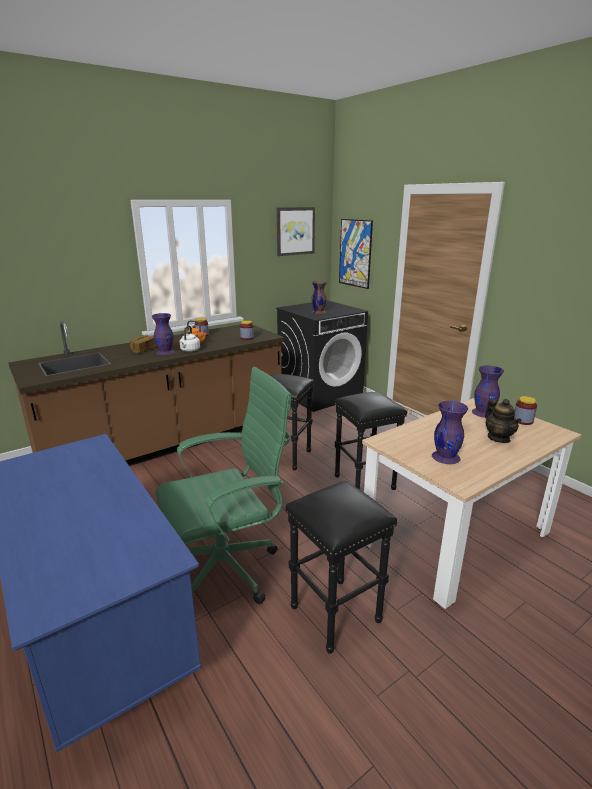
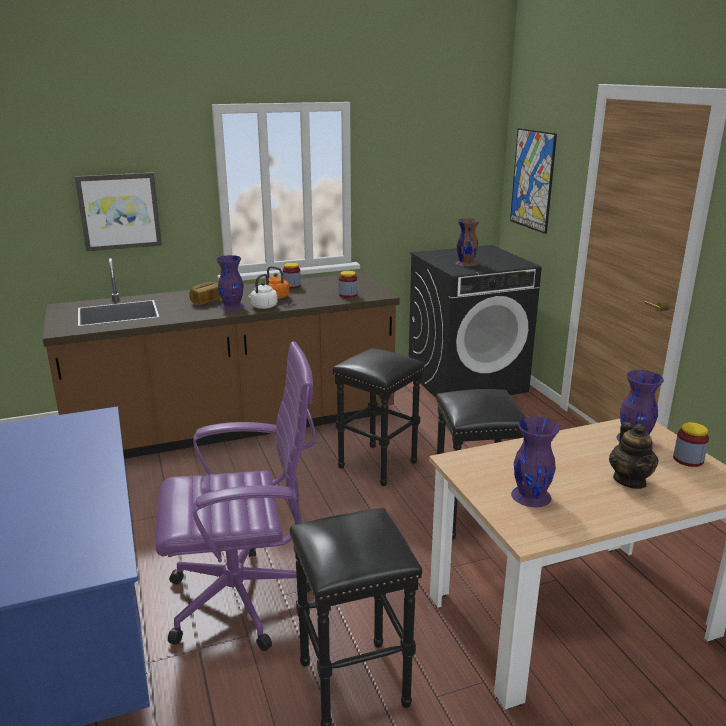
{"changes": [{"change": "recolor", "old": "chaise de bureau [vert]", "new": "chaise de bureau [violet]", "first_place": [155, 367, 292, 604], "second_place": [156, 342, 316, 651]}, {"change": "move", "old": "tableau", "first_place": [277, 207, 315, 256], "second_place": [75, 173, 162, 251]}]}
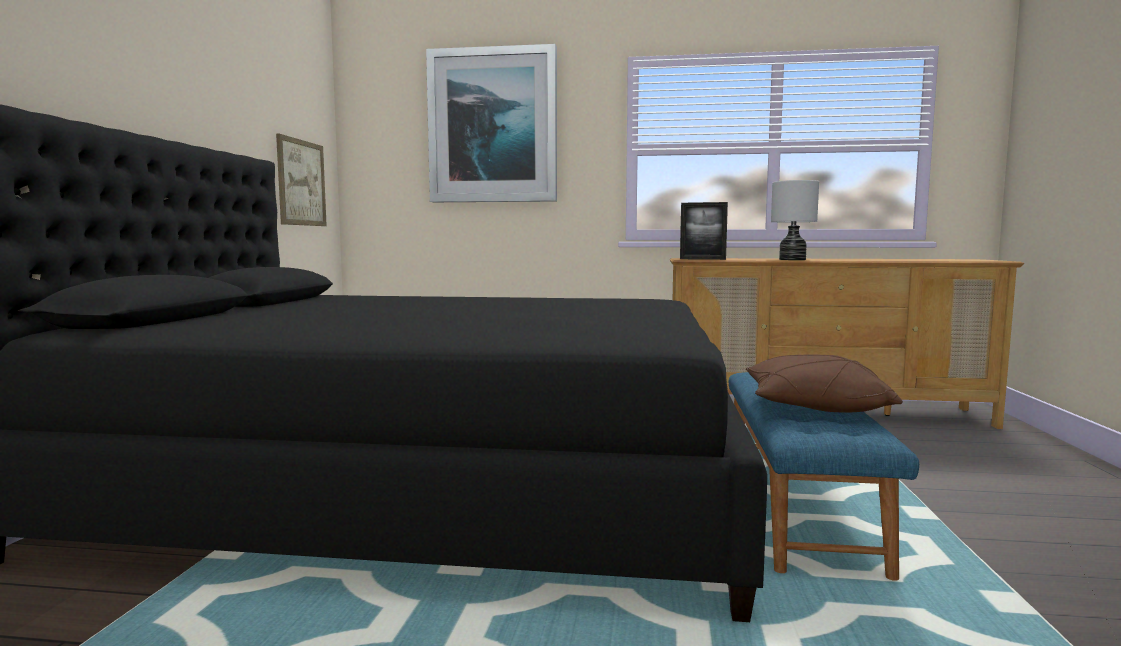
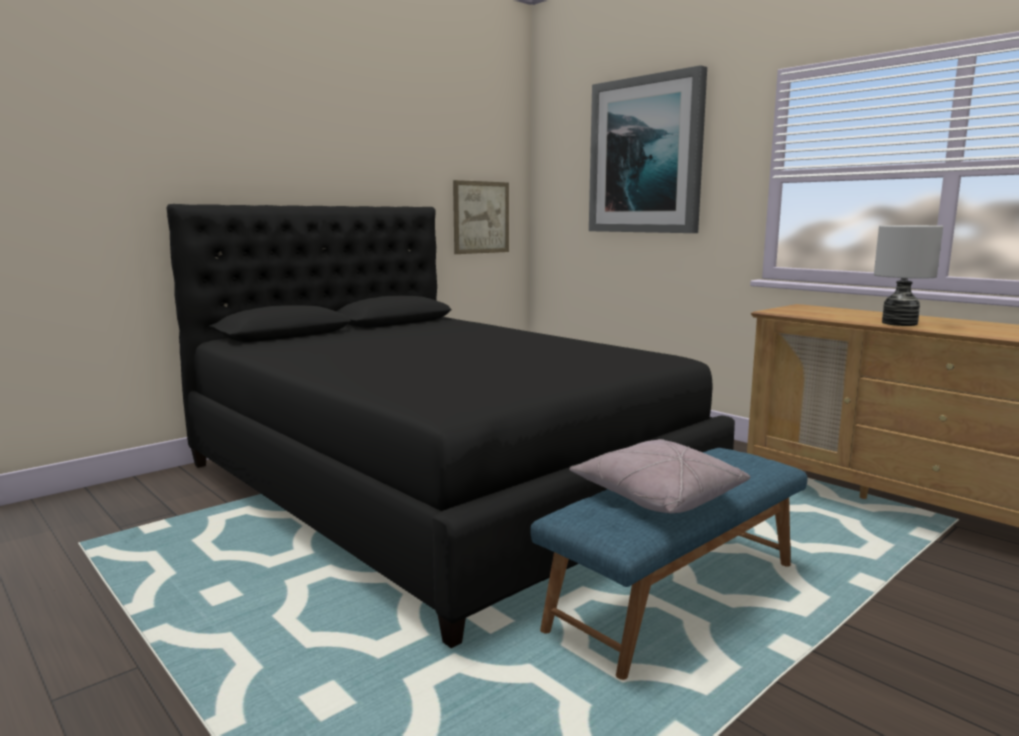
{"changes": [{"change": "delete", "old": "cadre photo", "first_place": [680, 202, 728, 260]}, {"change": "recolor", "old": "coussin [marron]", "new": "coussin [violet]", "first_place": [746, 355, 903, 412], "second_place": [569, 439, 750, 513]}]}
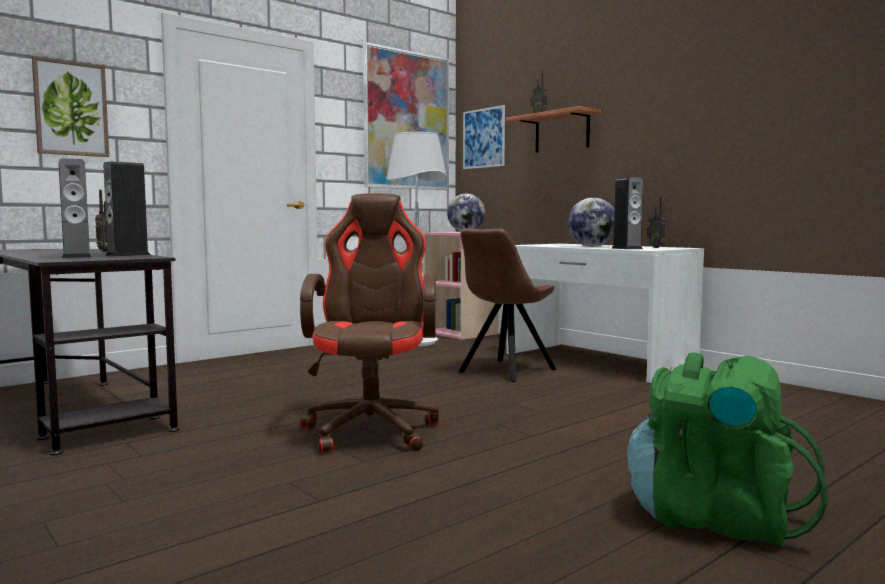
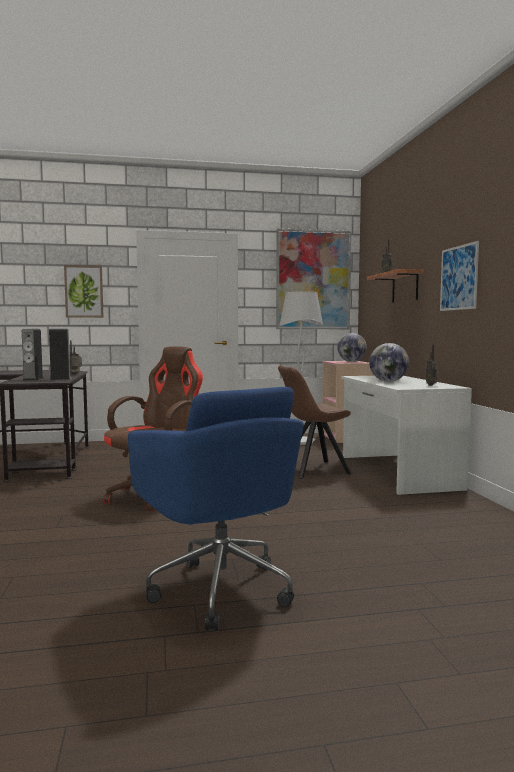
{"changes": [{"change": "move", "old": "tableau", "first_place": [463, 105, 505, 169], "second_place": [440, 241, 479, 311]}, {"change": "delete", "old": "enceinte", "first_place": [612, 178, 643, 249]}, {"change": "replace", "old": "sac à dos [vert]", "new": "chaise de bureau [bleu]", "first_place": [627, 352, 827, 546], "second_place": [128, 387, 304, 631]}]}
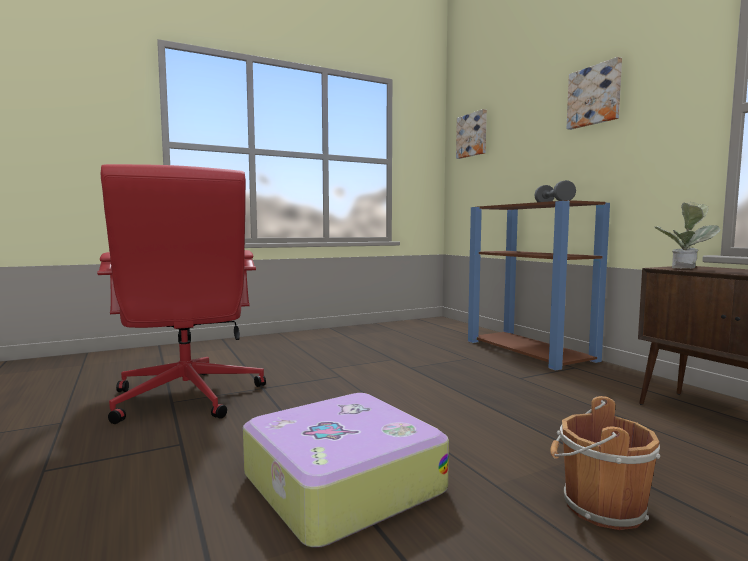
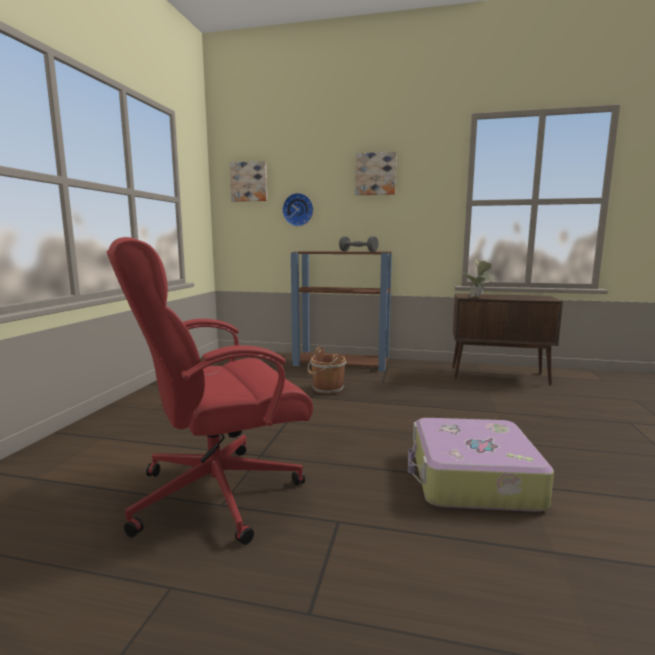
{"changes": [{"change": "rotate", "old": "chaise de bureau [rouge]", "first_place": [97, 164, 266, 424], "second_place": [107, 237, 313, 545], "degrees": 135}, {"change": "move", "old": "seau [marron]", "first_place": [550, 396, 660, 530], "second_place": [308, 347, 347, 395]}, {"change": "insert", "new": "horloge murale", "second_place": [282, 193, 314, 226]}]}
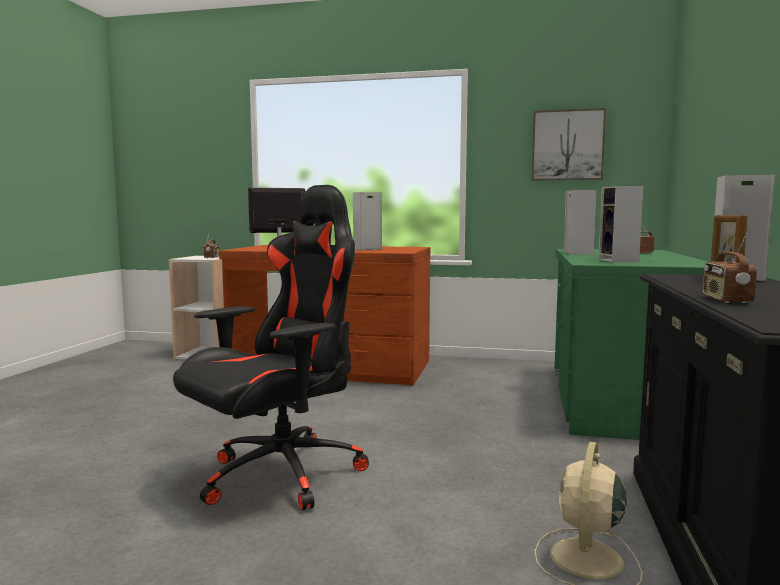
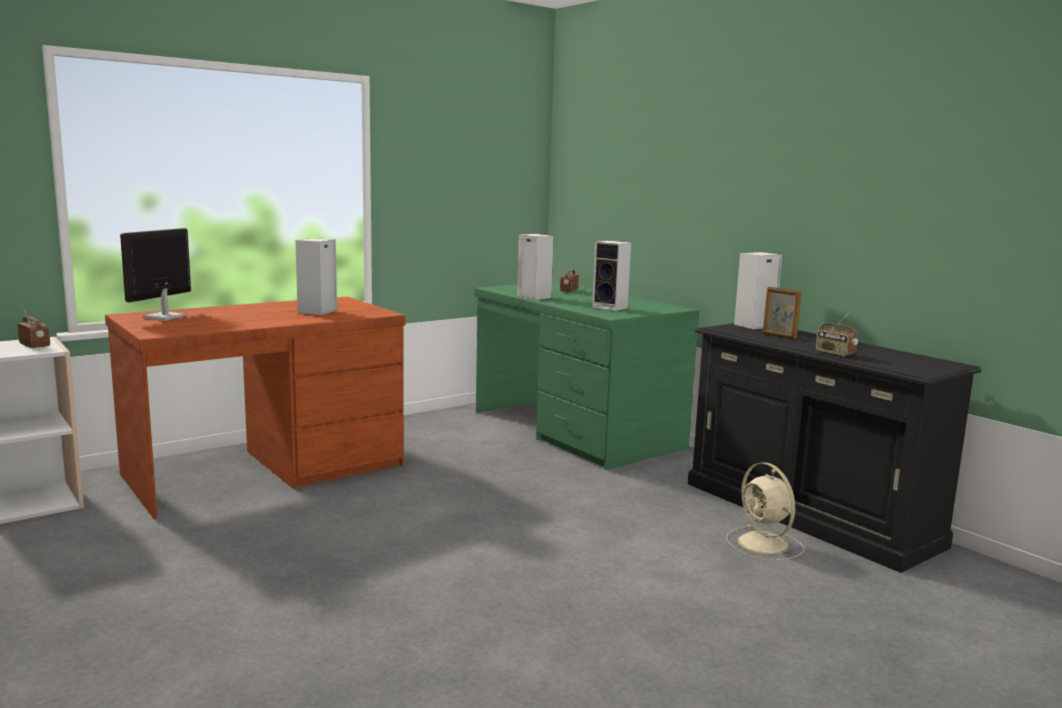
{"changes": [{"change": "delete", "old": "chaise de bureau [noir]", "first_place": [173, 185, 369, 511]}, {"change": "delete", "old": "tableau", "first_place": [532, 108, 606, 180]}]}
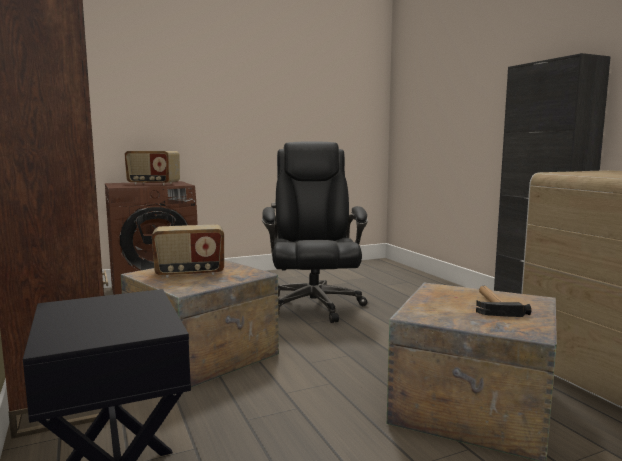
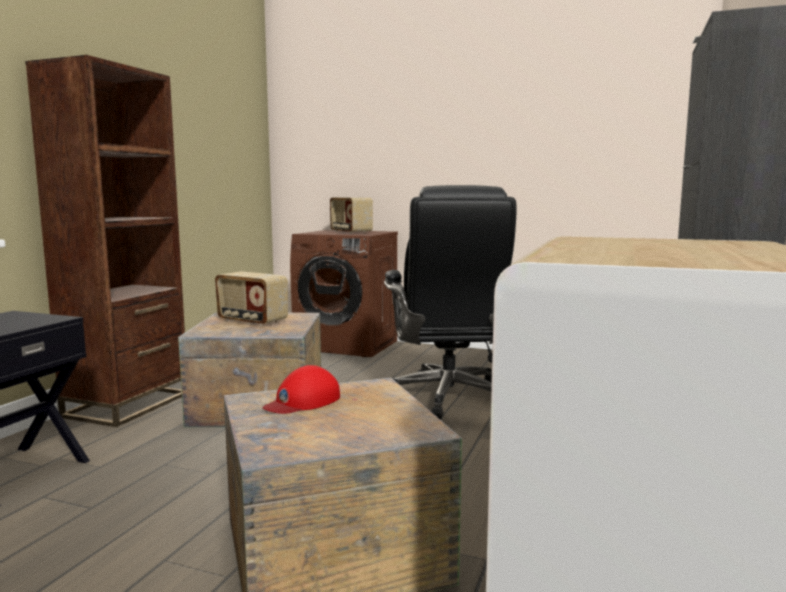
{"changes": [{"change": "rotate", "old": "chaise de bureau [noir]", "first_place": [262, 141, 368, 323], "second_place": [384, 185, 517, 420], "degrees": 135}, {"change": "delete", "old": "marteau", "first_place": [476, 286, 531, 317]}, {"change": "insert", "new": "casquette [rouge]", "second_place": [262, 365, 340, 414]}]}
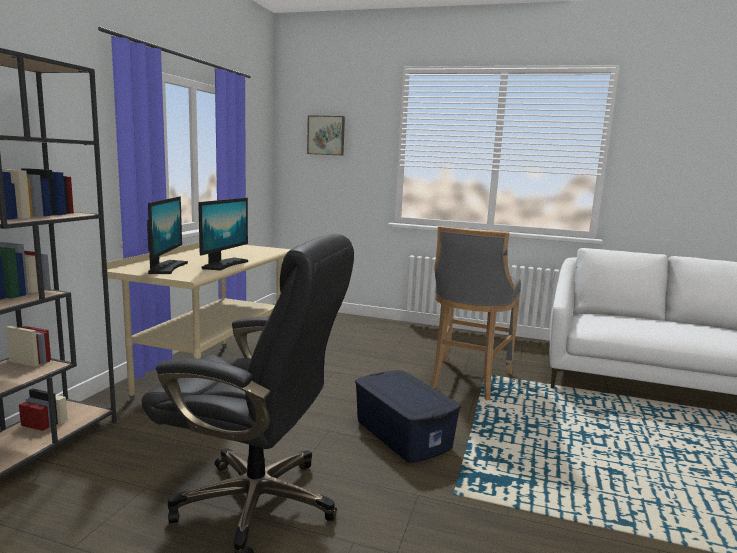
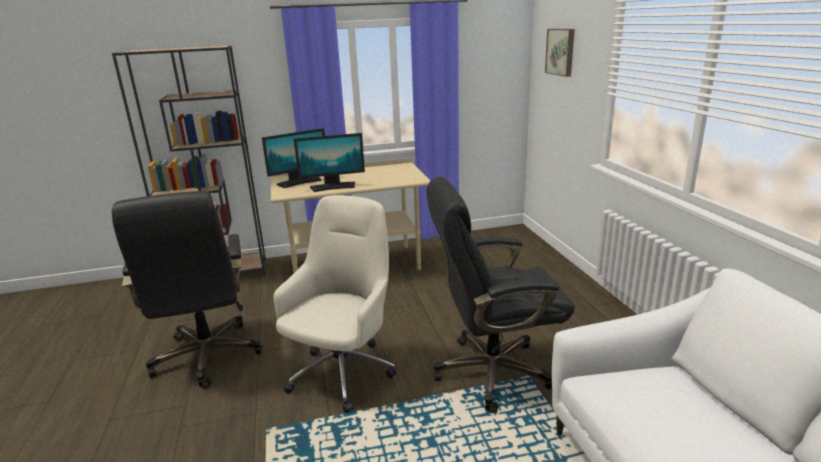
{"changes": [{"change": "replace", "old": "boîte de rangement [bleu]", "new": "chaise de bureau [beige]", "first_place": [355, 370, 461, 463], "second_place": [274, 195, 396, 413]}, {"change": "replace", "old": "tabouret [gris]", "new": "chaise de bureau [noir]", "first_place": [430, 226, 521, 400], "second_place": [427, 177, 575, 413]}]}
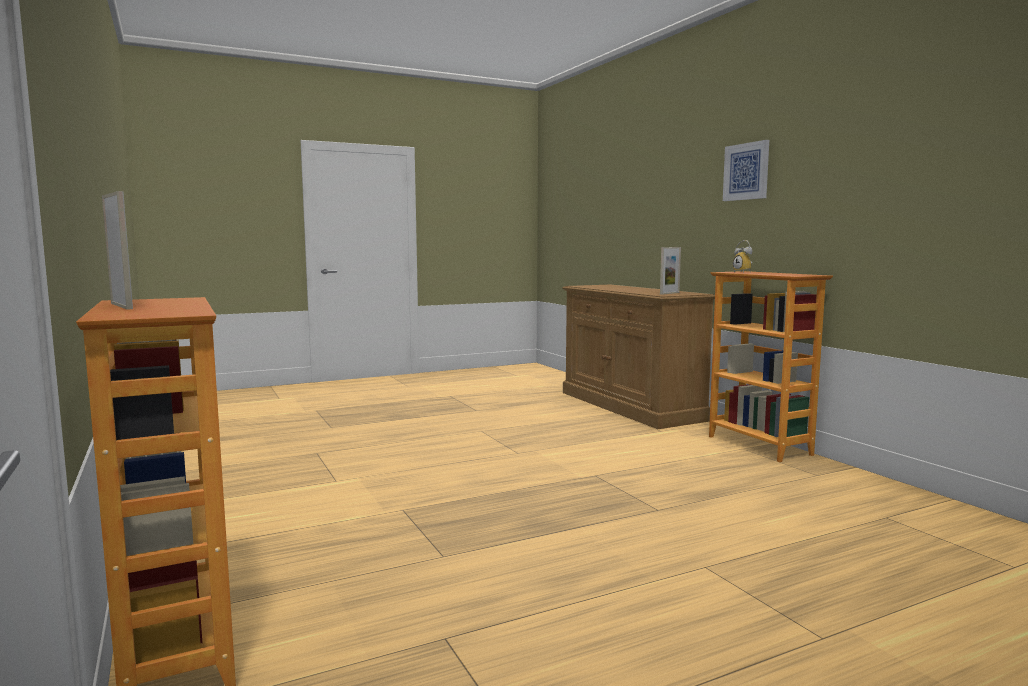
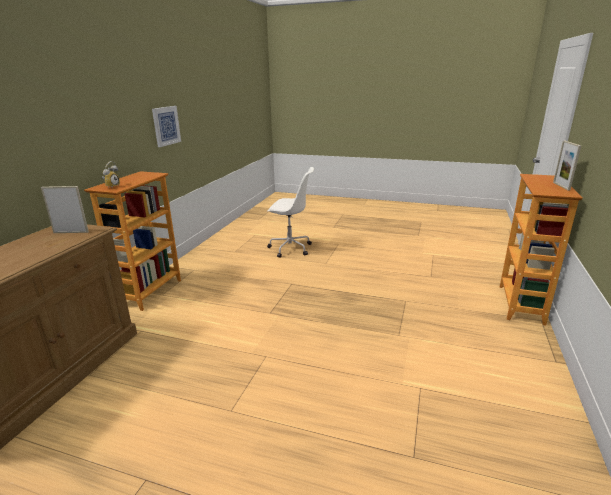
{"changes": [{"change": "move", "old": "tableau", "first_place": [723, 140, 769, 201], "second_place": [152, 106, 181, 147]}, {"change": "insert", "new": "chaise de bureau [blanc]", "second_place": [267, 167, 314, 258]}]}
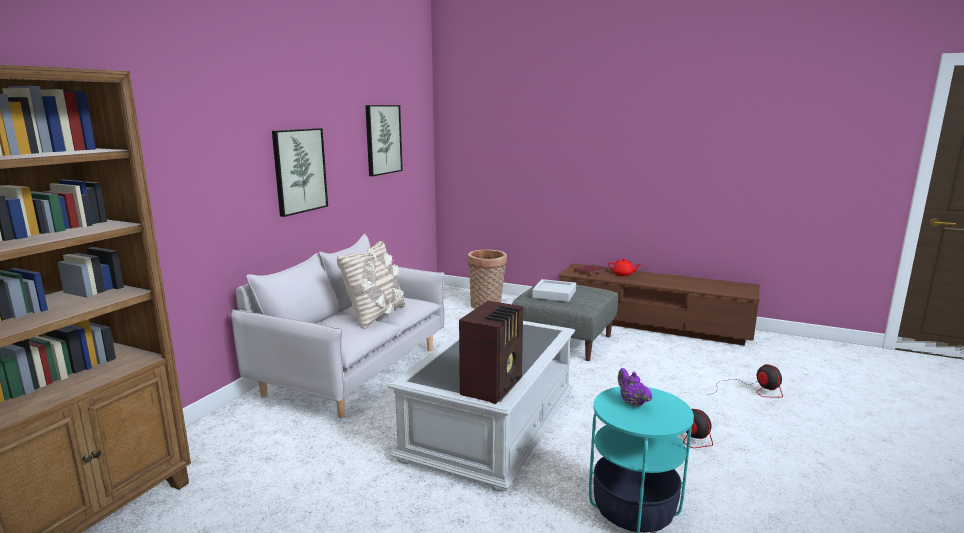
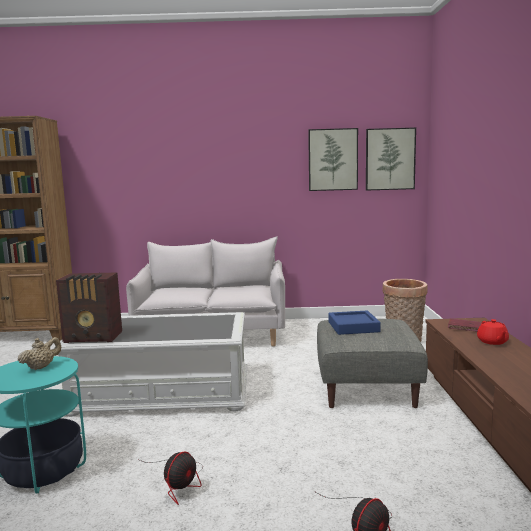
{"changes": [{"change": "move", "old": "tableau", "first_place": [272, 128, 328, 217], "second_place": [366, 127, 416, 191]}, {"change": "delete", "old": "coussin [beige]", "first_place": [337, 241, 405, 329]}, {"change": "recolor", "old": "plateau [gris]", "new": "plateau [bleu]", "first_place": [532, 279, 576, 302], "second_place": [328, 310, 381, 335]}, {"change": "recolor", "old": "théière [violet]", "new": "théière [beige]", "first_place": [618, 368, 652, 407], "second_place": [18, 337, 61, 370]}]}
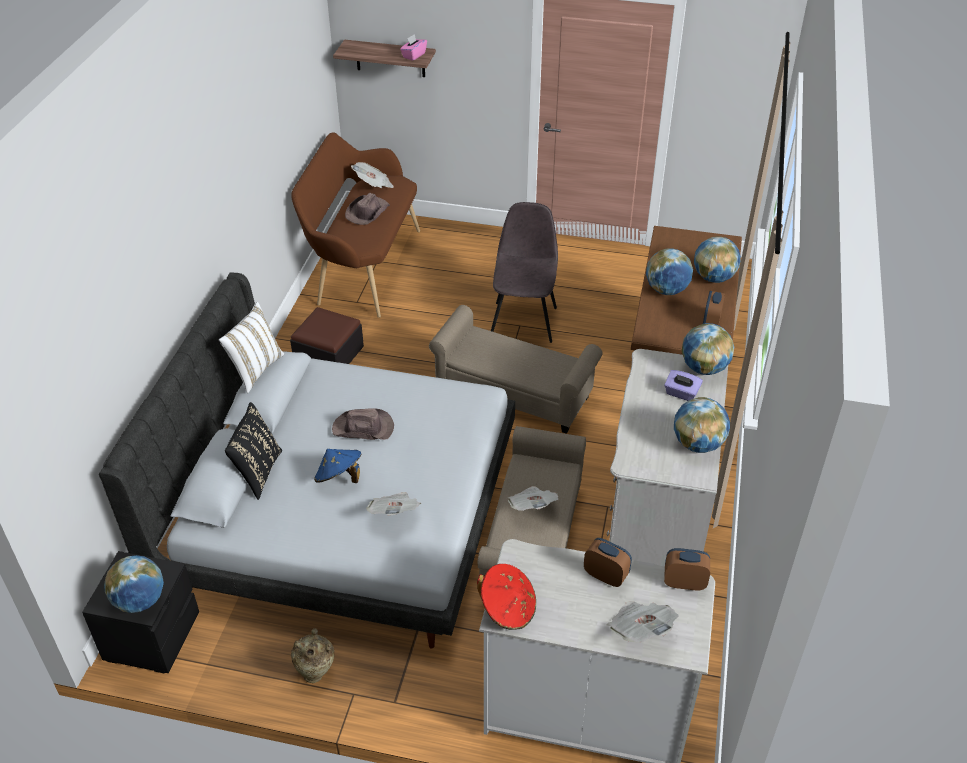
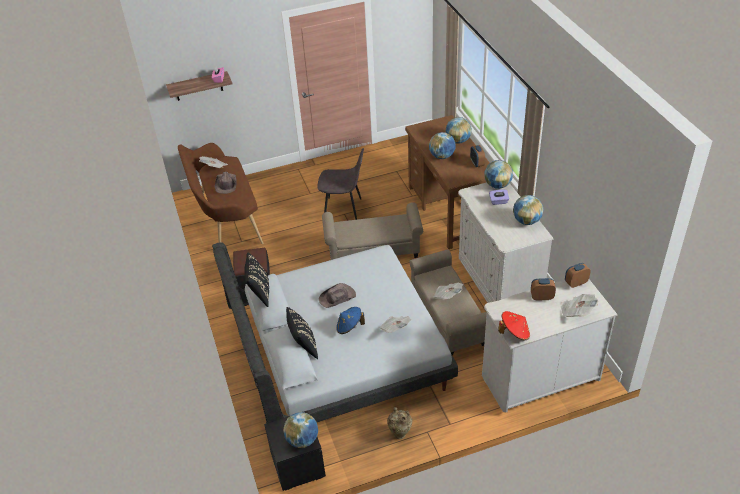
{"changes": [{"change": "recolor", "old": "coussin [blanc]", "new": "coussin [noir]", "first_place": [219, 302, 284, 393], "second_place": [244, 253, 269, 307]}, {"change": "rotate", "old": "chaise [gris]", "first_place": [491, 202, 558, 343], "second_place": [317, 148, 364, 220], "degrees": 120}]}
